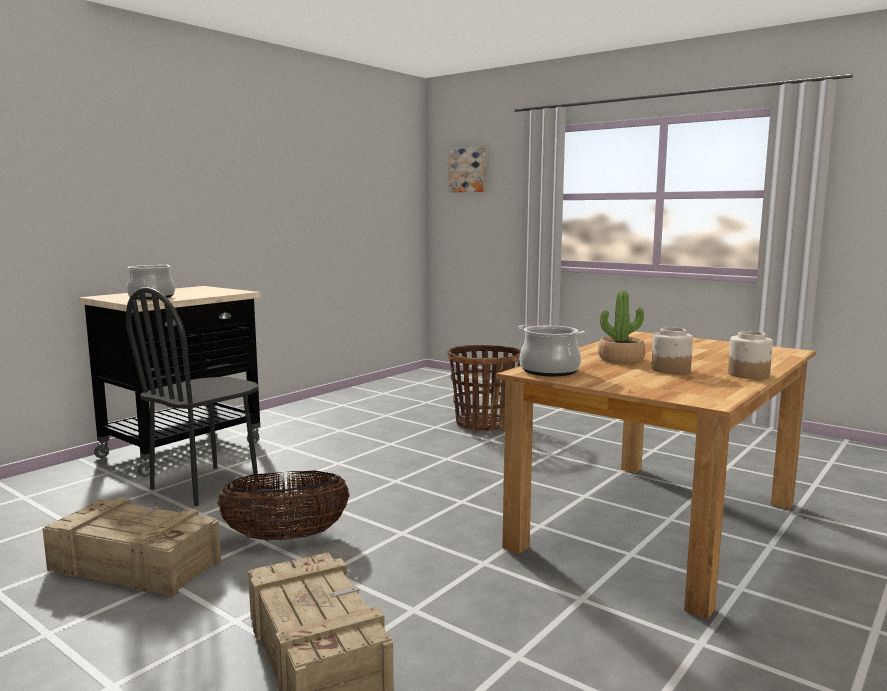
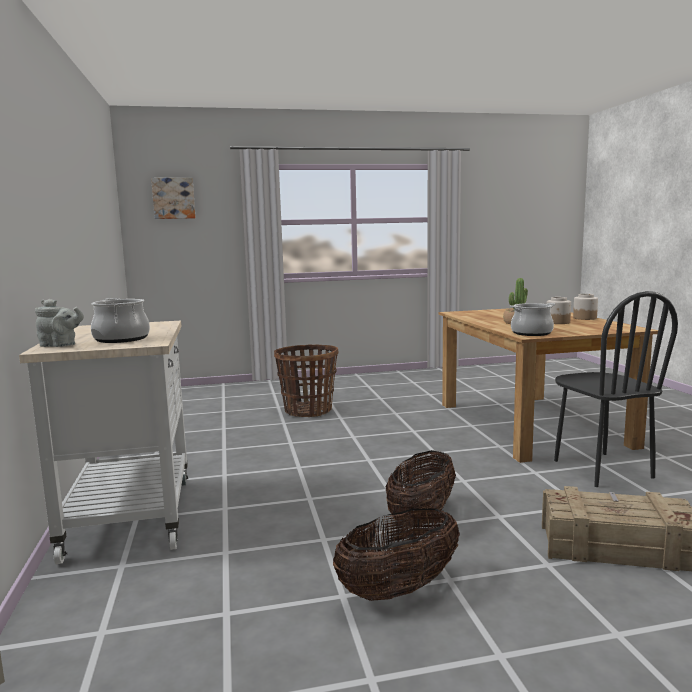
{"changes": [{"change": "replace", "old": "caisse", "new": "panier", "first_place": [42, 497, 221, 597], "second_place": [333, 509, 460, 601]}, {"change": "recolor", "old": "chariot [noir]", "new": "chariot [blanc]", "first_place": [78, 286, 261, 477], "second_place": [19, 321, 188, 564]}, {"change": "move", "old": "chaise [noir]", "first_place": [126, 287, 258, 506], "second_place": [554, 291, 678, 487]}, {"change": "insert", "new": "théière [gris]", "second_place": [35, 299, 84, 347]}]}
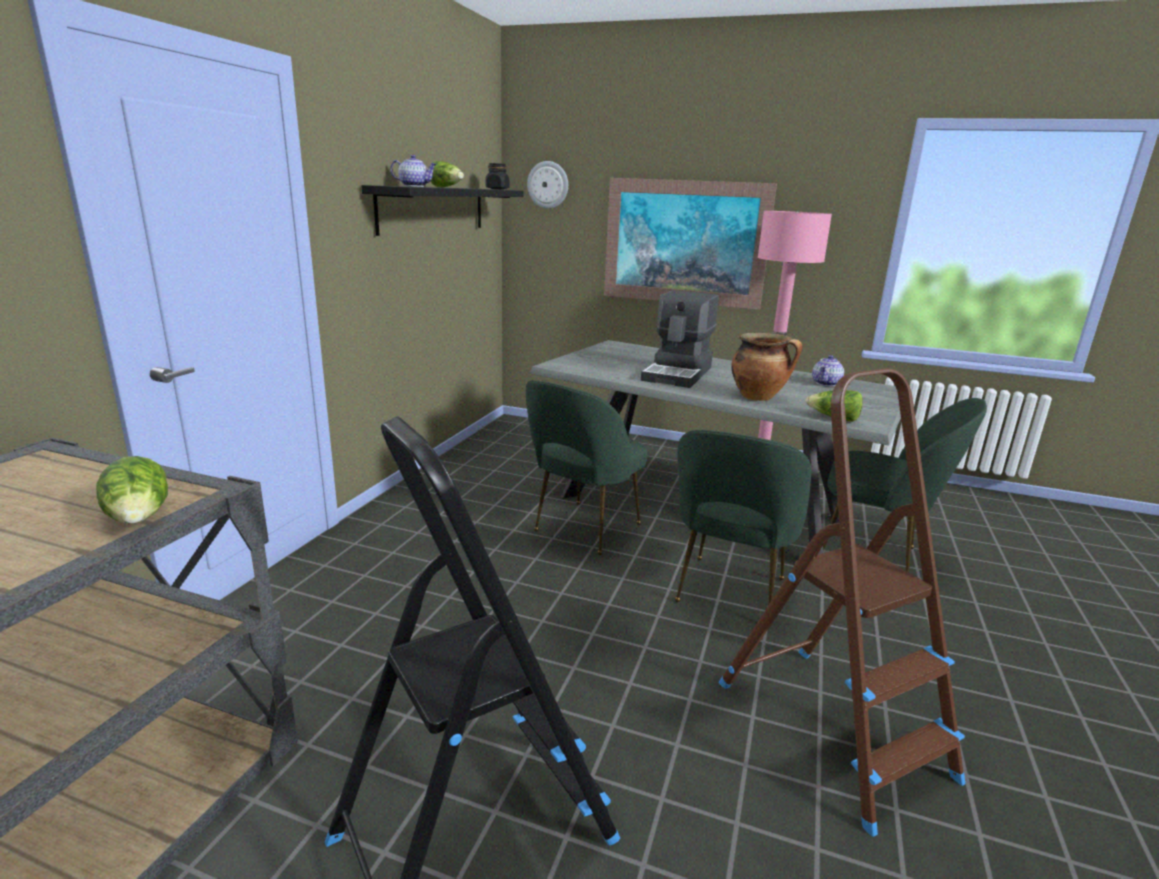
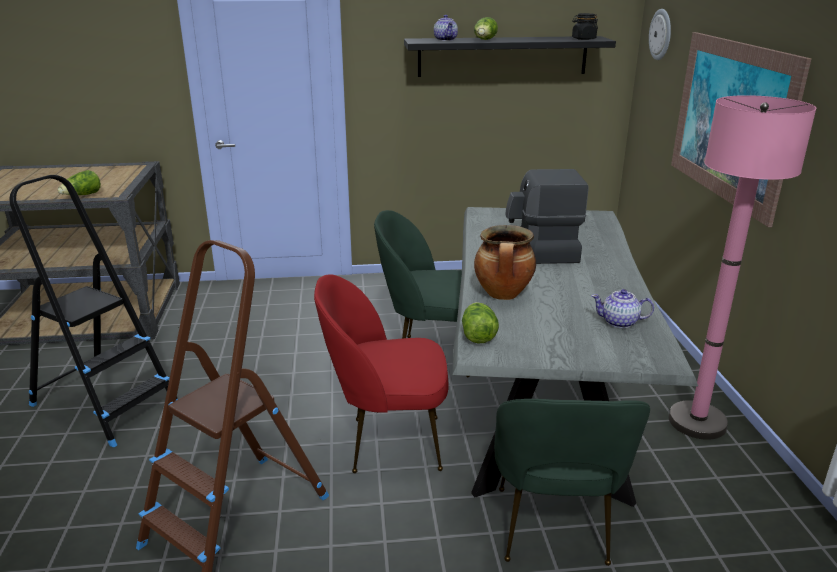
{"changes": [{"change": "recolor", "old": "chaise [vert]", "new": "chaise [rouge]", "first_place": [675, 430, 812, 627], "second_place": [314, 274, 449, 473]}]}
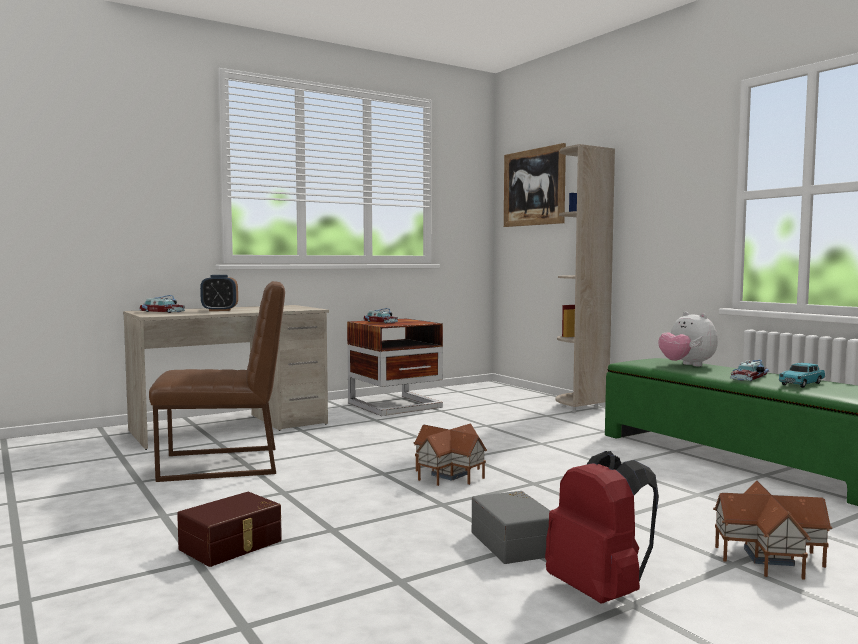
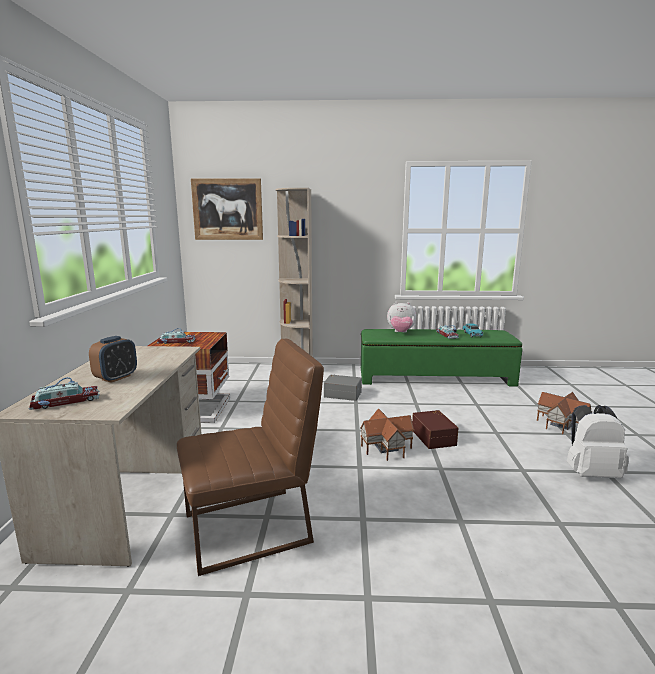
{"changes": [{"change": "rotate", "old": "chaise [marron]", "first_place": [149, 281, 285, 482], "second_place": [177, 339, 324, 576], "degrees": 45}, {"change": "move", "old": "boîte de rangement [marron]", "first_place": [177, 492, 282, 567], "second_place": [412, 410, 458, 449]}, {"change": "move", "old": "boîte de rangement [gris]", "first_place": [472, 491, 550, 564], "second_place": [324, 375, 362, 401]}, {"change": "recolor", "old": "sac à dos [rouge]", "new": "sac à dos [blanc]", "first_place": [545, 451, 659, 603], "second_place": [567, 405, 629, 478]}]}
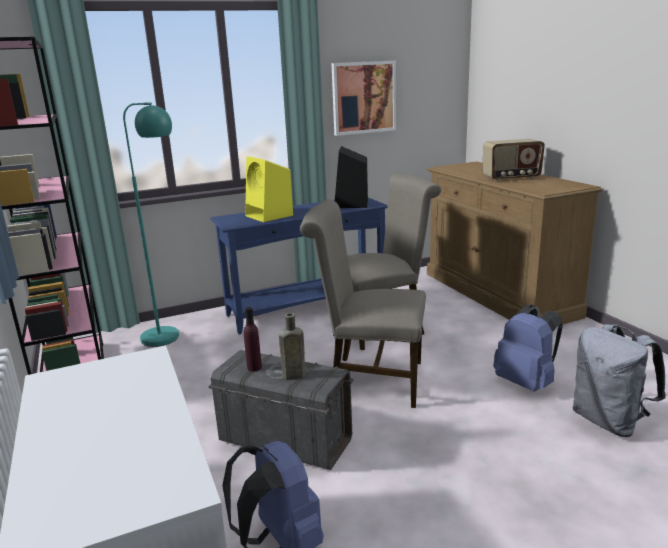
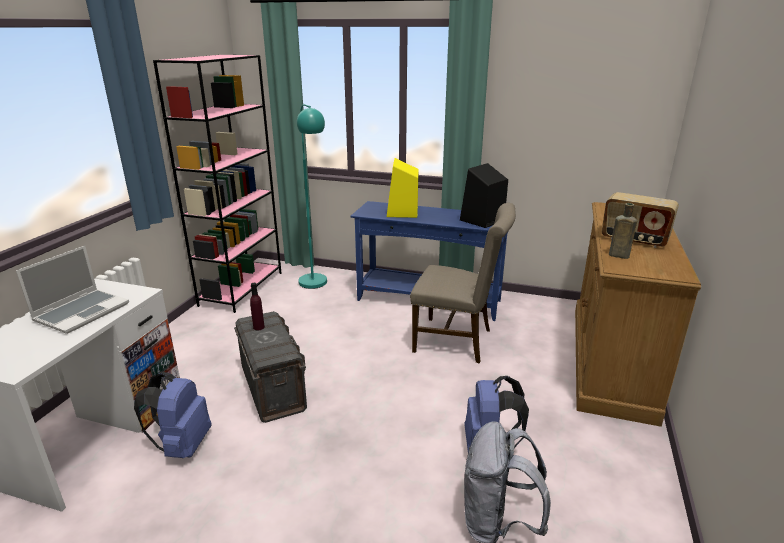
{"changes": [{"change": "move", "old": "bouteille [marron]", "first_place": [279, 313, 306, 380], "second_place": [609, 203, 637, 259]}, {"change": "delete", "old": "chaise [beige]", "first_place": [300, 199, 426, 408]}, {"change": "delete", "old": "tableau", "first_place": [331, 61, 396, 136]}, {"change": "insert", "new": "ordinateur portable", "second_place": [16, 246, 129, 334]}]}
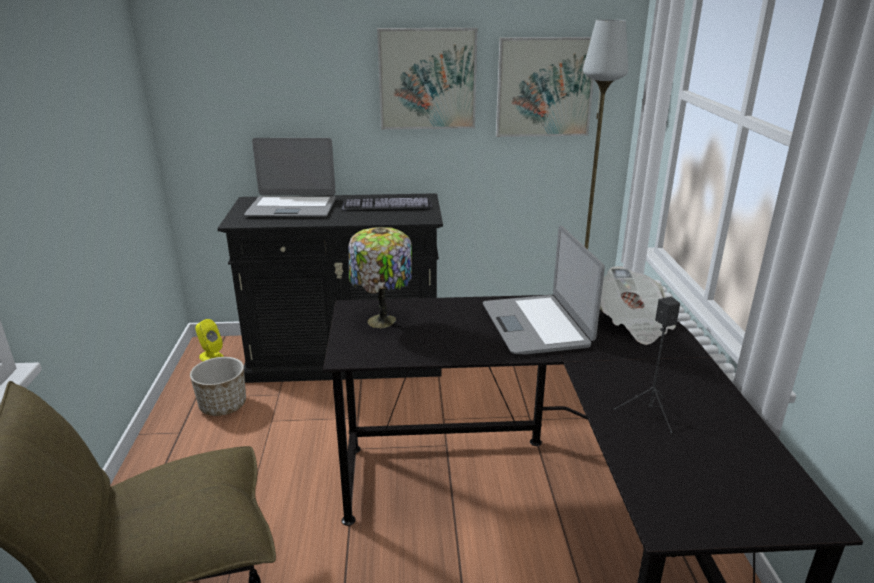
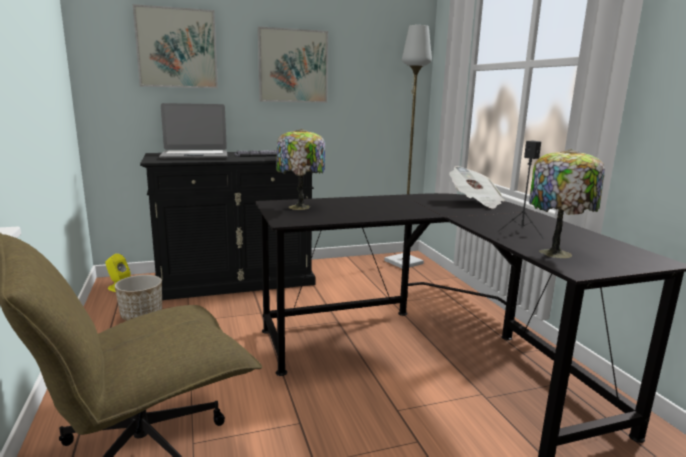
{"changes": [{"change": "delete", "old": "ordinateur portable", "first_place": [483, 226, 605, 354]}, {"change": "move", "old": "tableau", "first_place": [496, 37, 594, 137], "second_place": [133, 4, 218, 88]}, {"change": "insert", "new": "lampe de table", "second_place": [529, 149, 605, 258]}]}
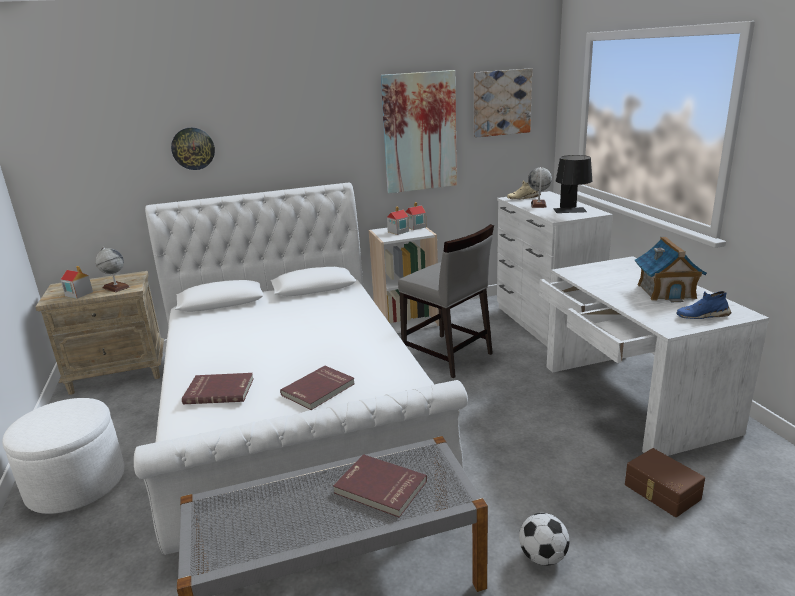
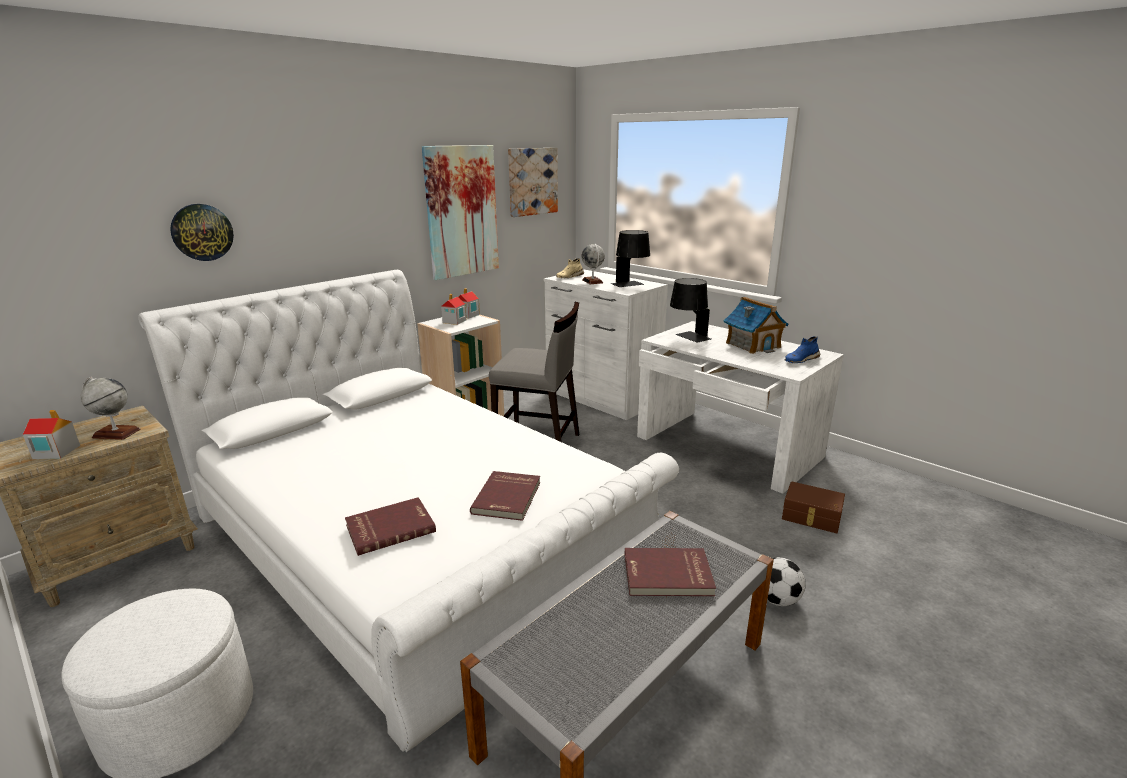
{"changes": [{"change": "insert", "new": "lampe de table [noir]", "second_place": [670, 278, 711, 343]}]}
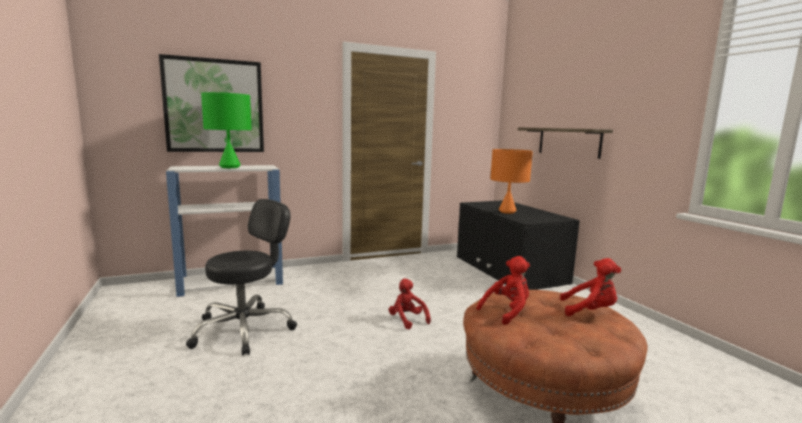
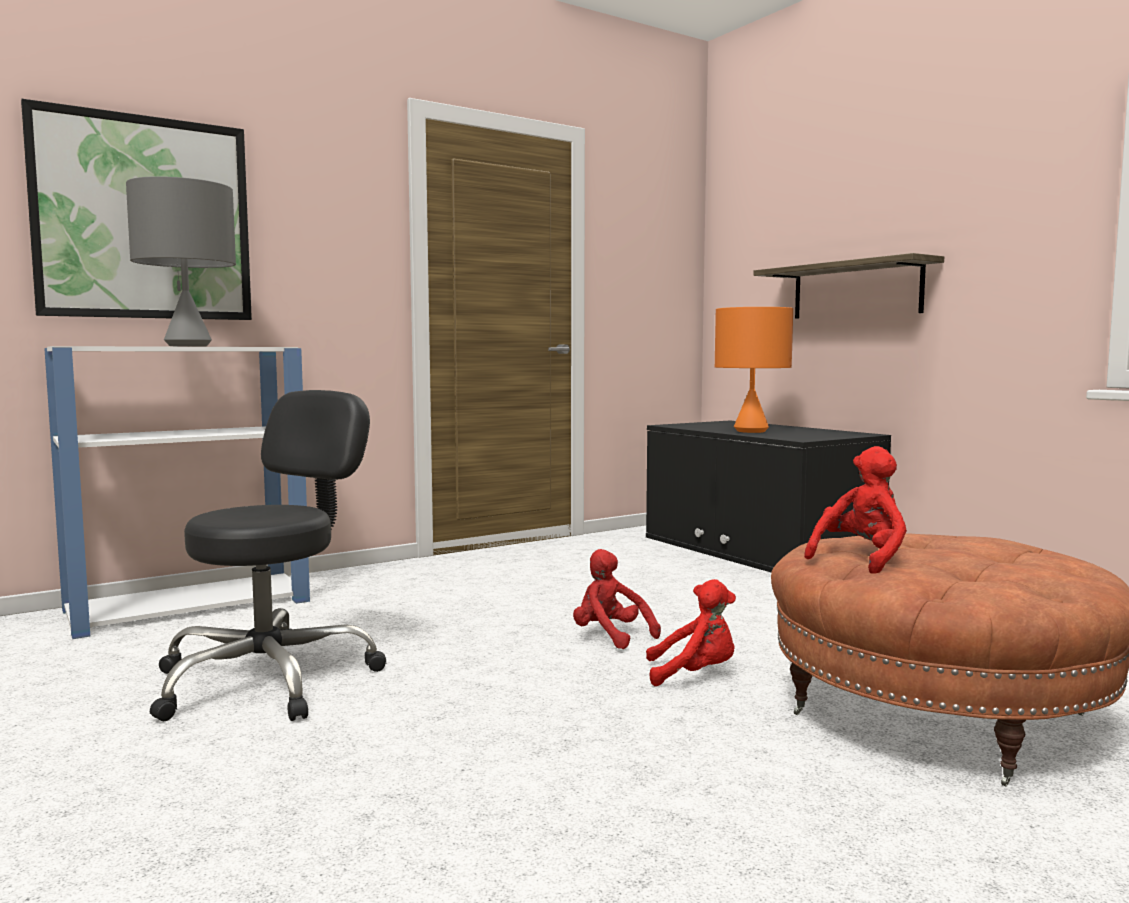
{"changes": [{"change": "recolor", "old": "lampe de table [vert]", "new": "lampe de table [gris]", "first_place": [201, 92, 252, 168], "second_place": [126, 176, 236, 346]}, {"change": "move", "old": "peluche [rouge]", "first_place": [560, 258, 621, 316], "second_place": [646, 579, 736, 686]}]}
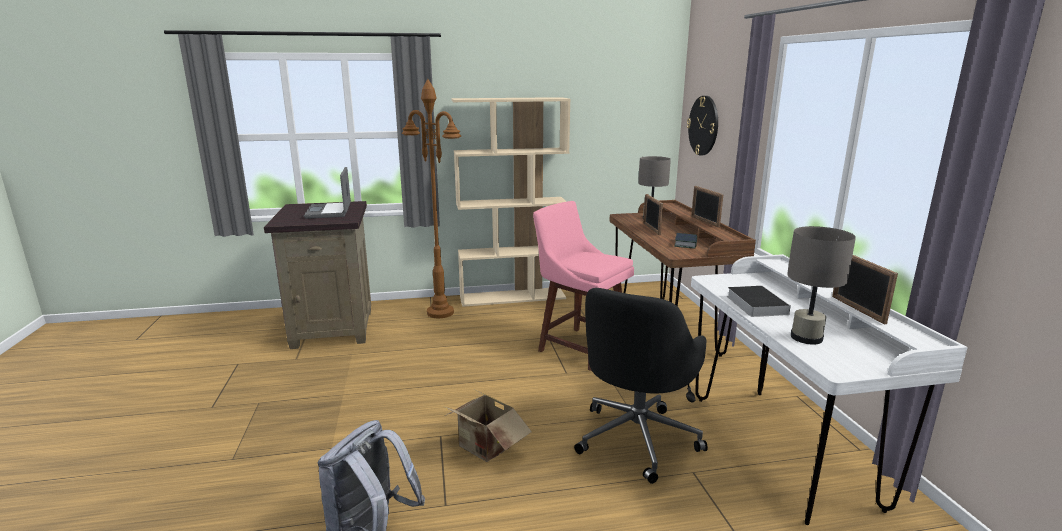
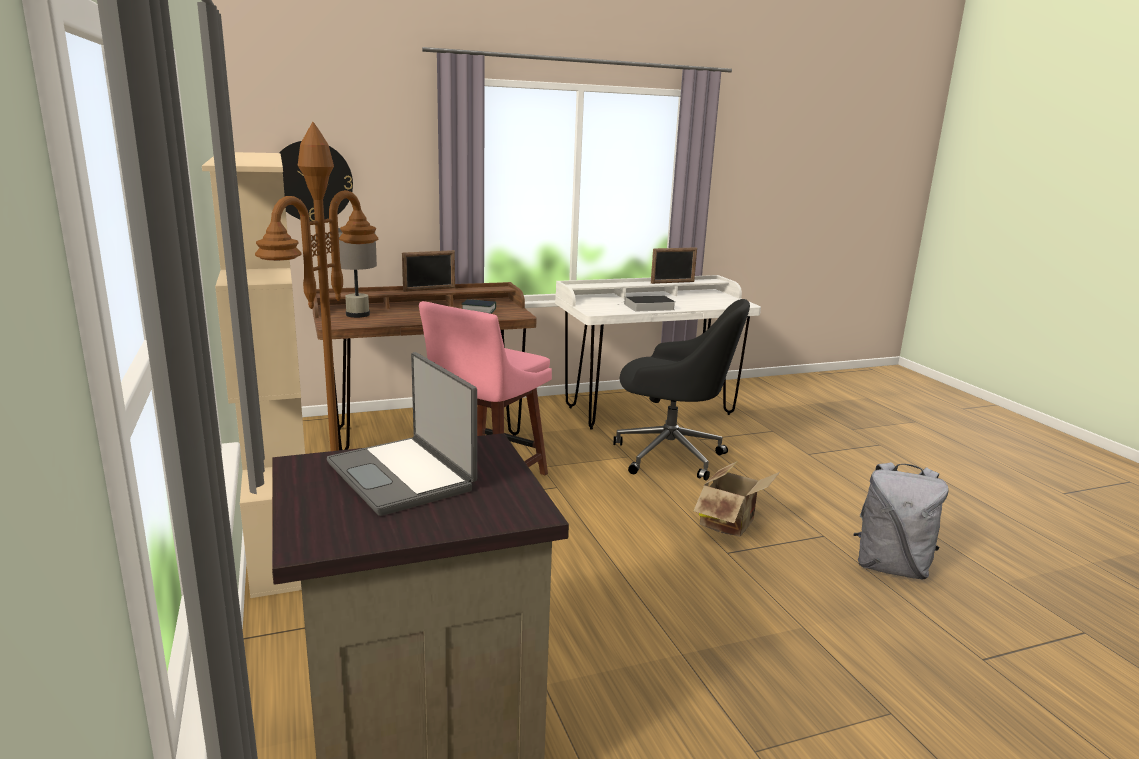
{"changes": [{"change": "rotate", "old": "ordinateur portable", "first_place": [304, 167, 351, 219], "second_place": [327, 352, 477, 516], "degrees": 75}, {"change": "delete", "old": "cadre photo", "first_place": [643, 194, 663, 235]}, {"change": "delete", "old": "lampe de table [gris]", "first_place": [787, 226, 856, 345]}]}
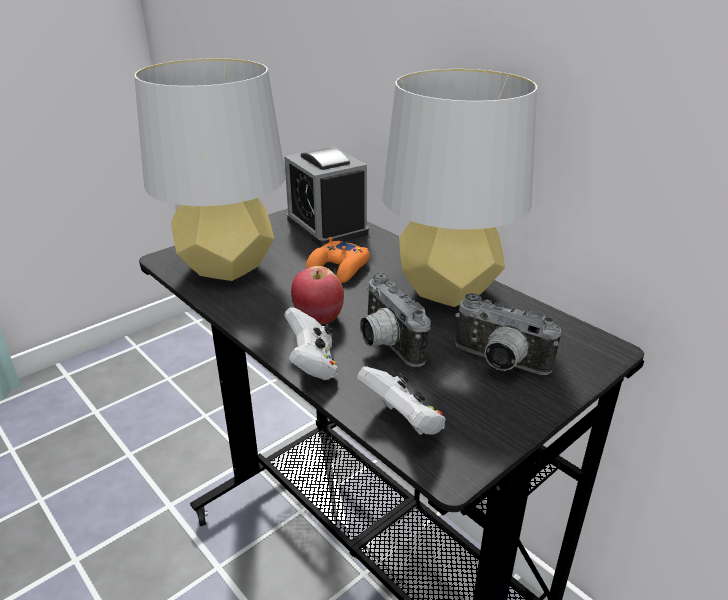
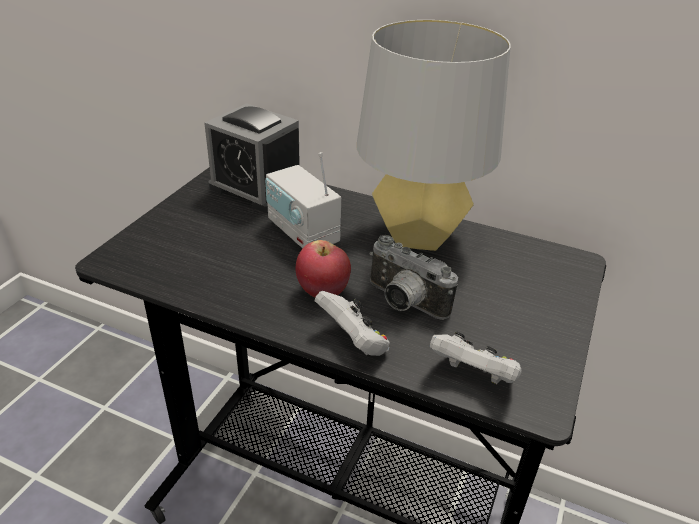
{"changes": [{"change": "delete", "old": "lampe de table [gris]", "first_place": [134, 58, 286, 281]}, {"change": "replace", "old": "manette [orange]", "new": "radio", "first_place": [306, 237, 370, 283], "second_place": [265, 152, 341, 249]}, {"change": "delete", "old": "appareil photo", "first_place": [455, 293, 561, 375]}]}
